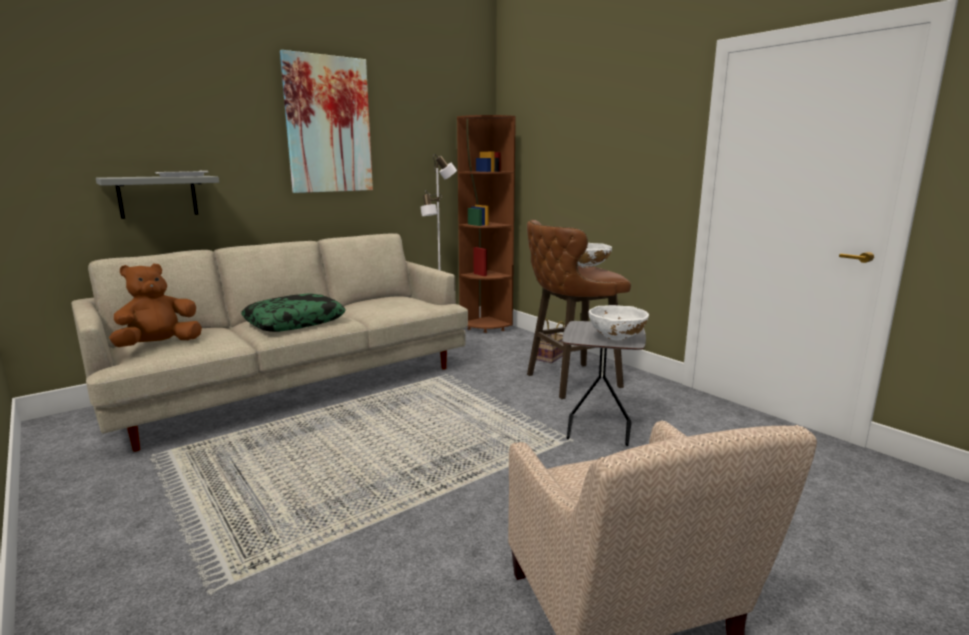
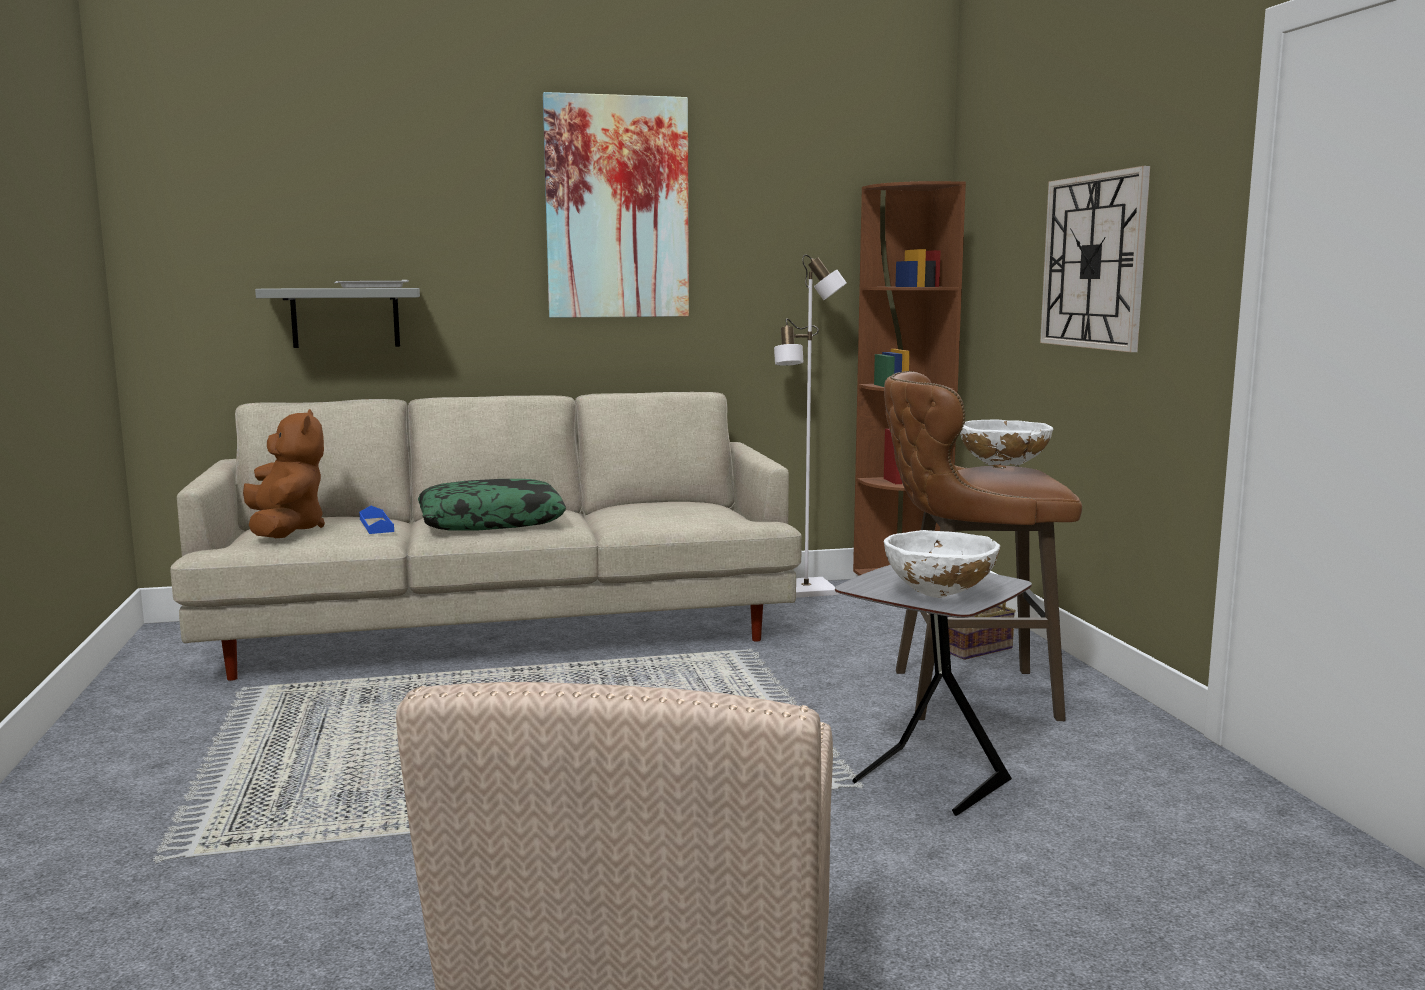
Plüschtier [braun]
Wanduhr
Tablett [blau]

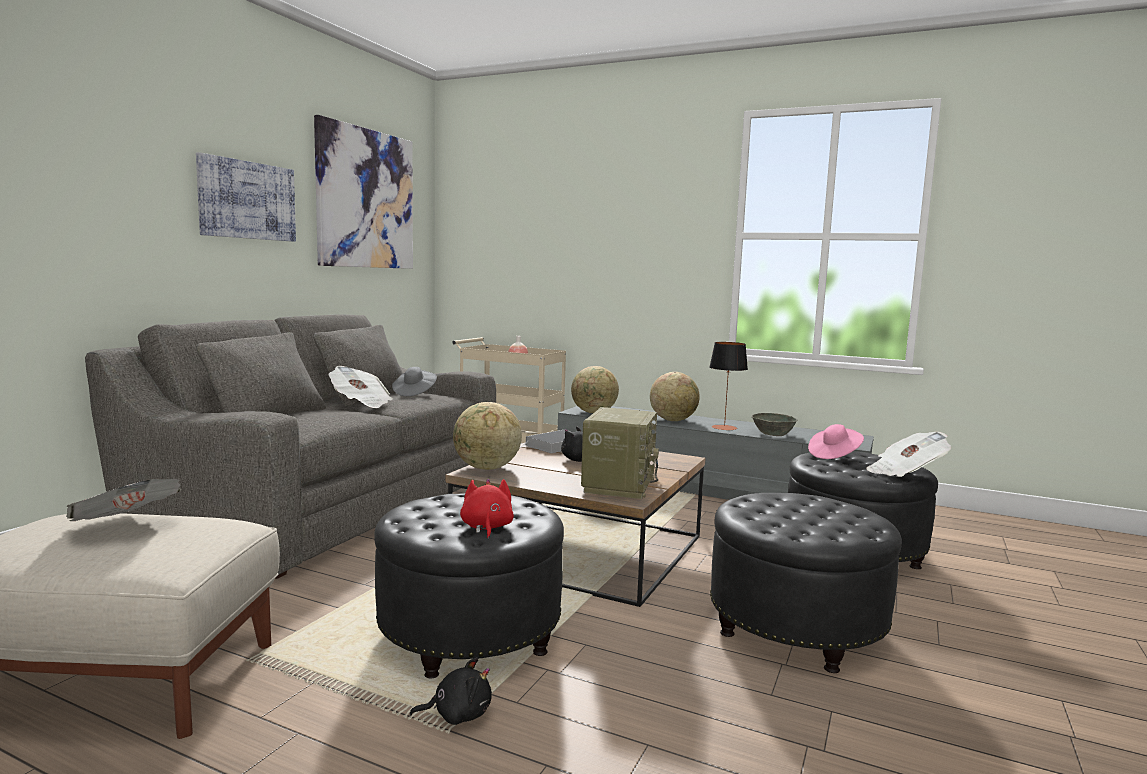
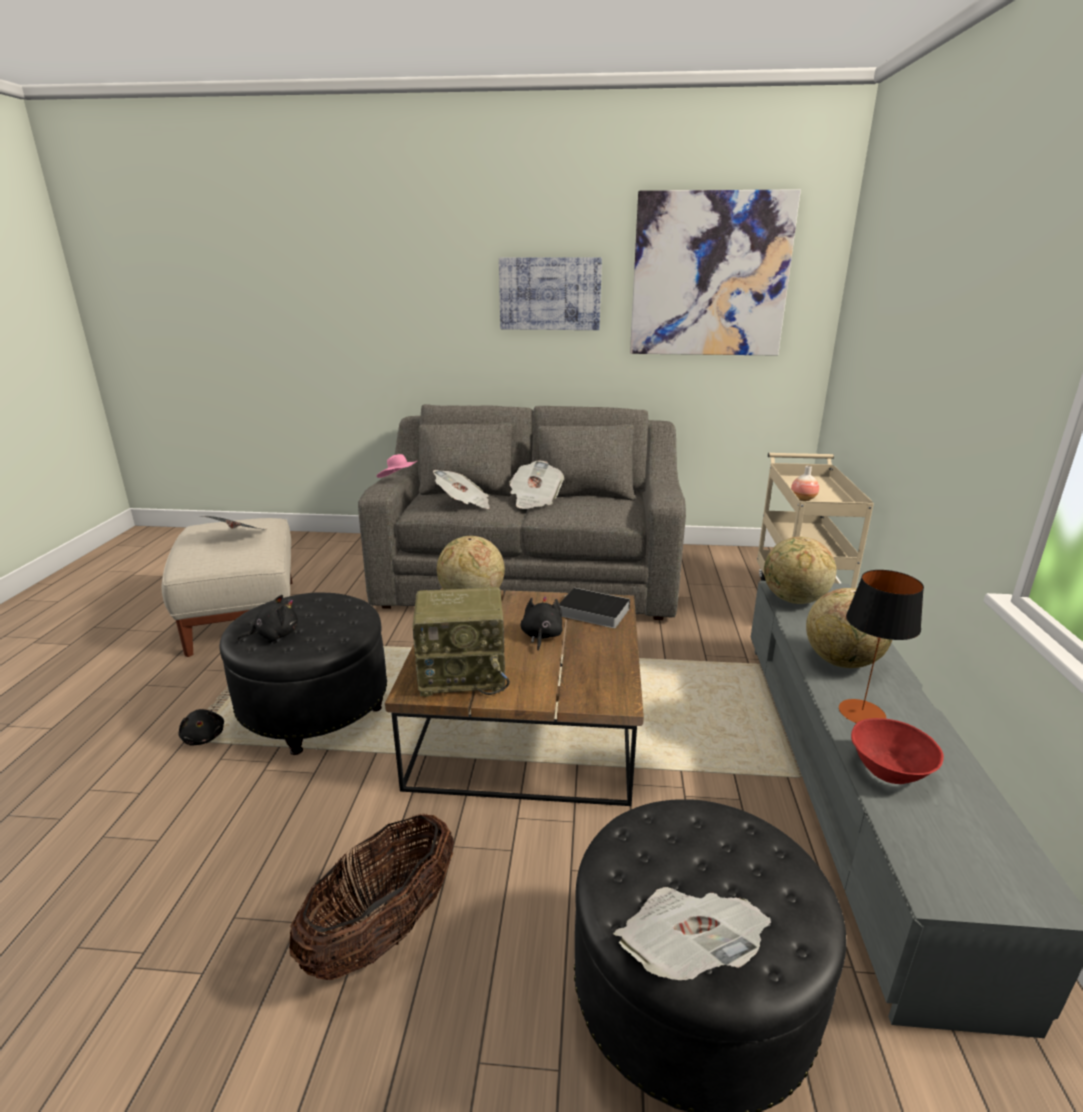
Hut [grau]
Schüssel [rot]
Hut [rosa]
Plüschtier [schwarz] (2nd from left)
Korb
Zeitung (2nd from left)

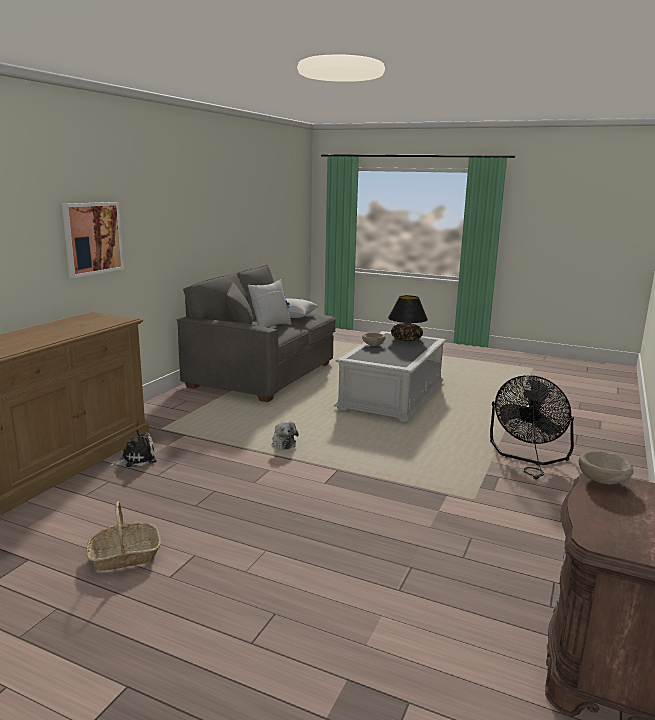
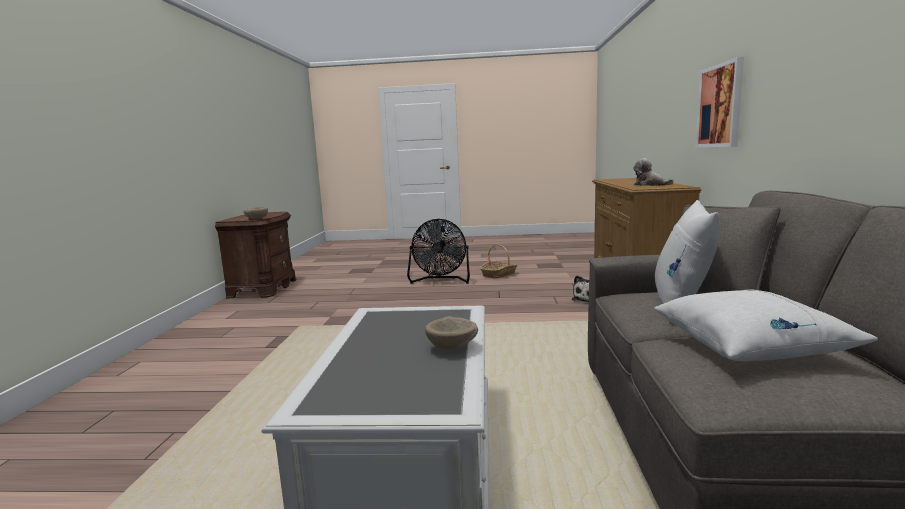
Tischlampe [schwarz]
Ventilator [schwarz]
Plüschtier (2nd from left)

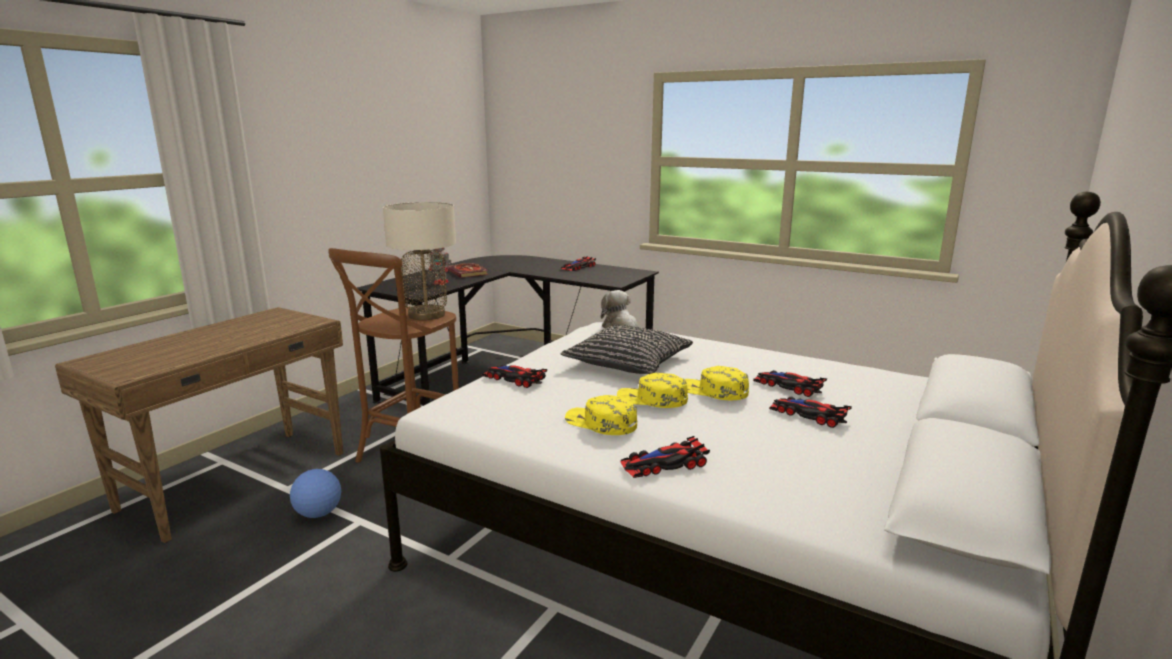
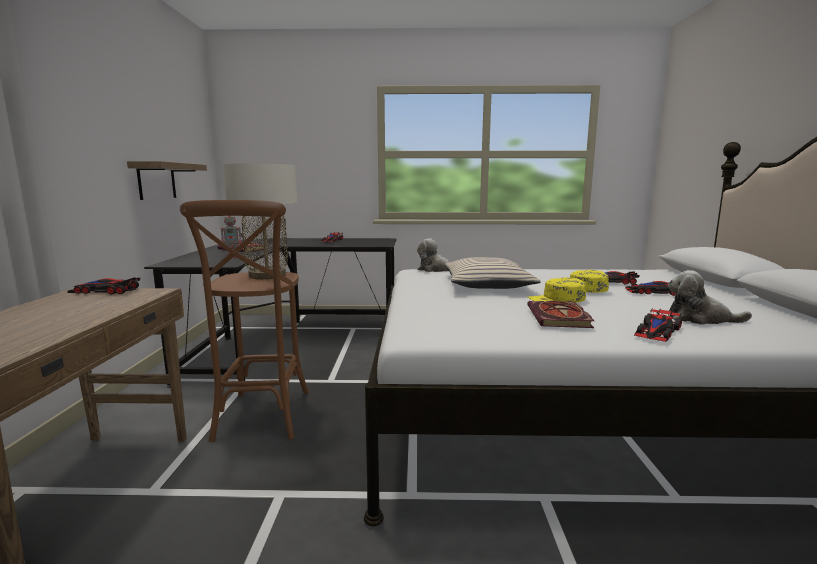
Kissen [beige]
Spielzeugauto (1st from left)
Buch (2nd from left)
Fußball
Wandregal
Plüschtier (2nd from left)

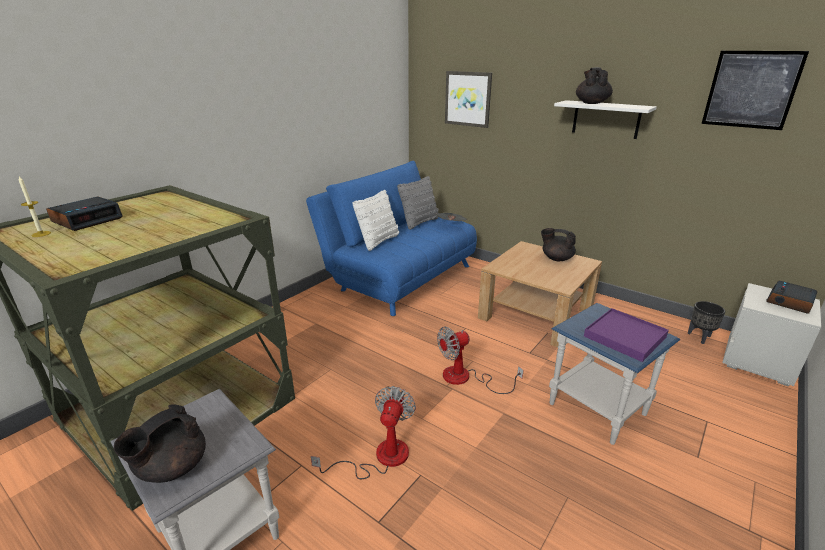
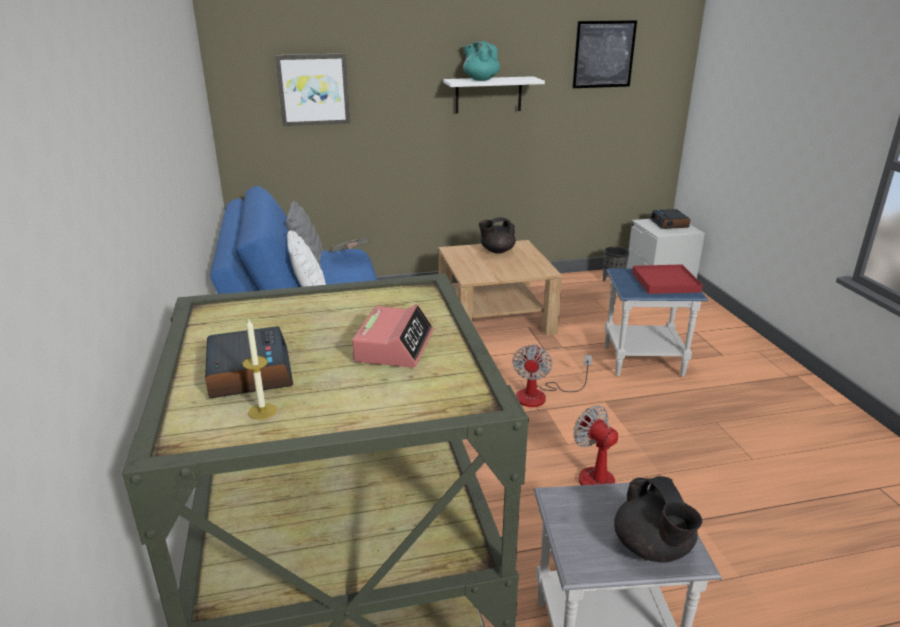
Teekanne [türkis]
Tablett [rot]
Wecker (2nd from left)

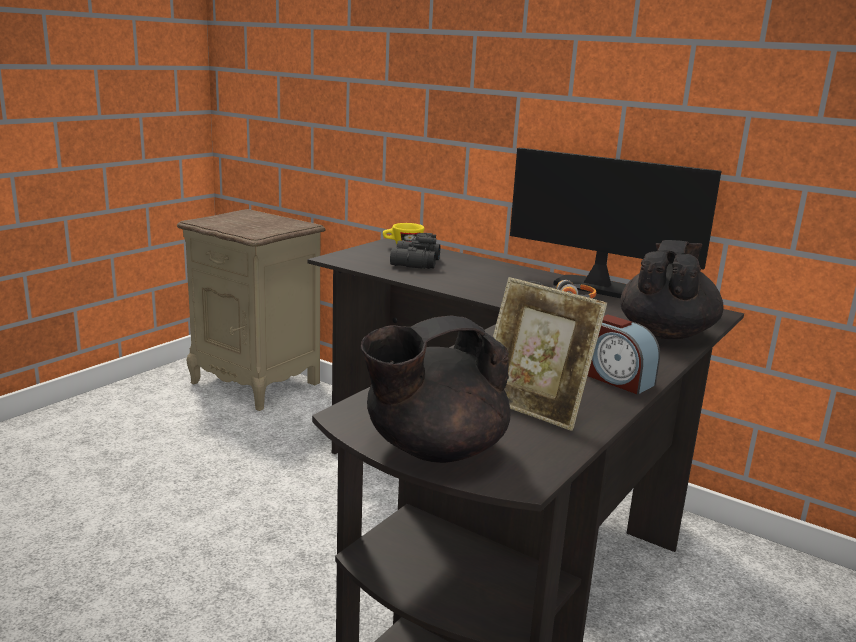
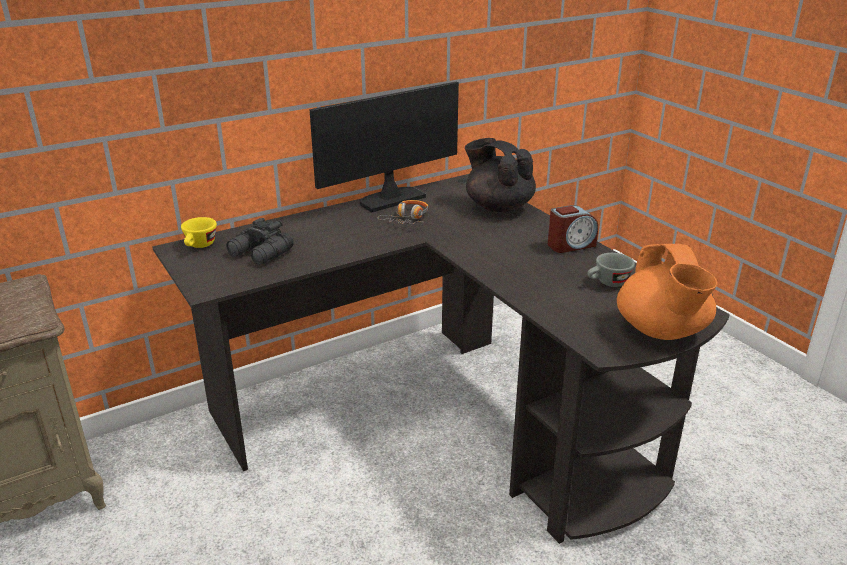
Tasse [grau]
Teekanne [orange]

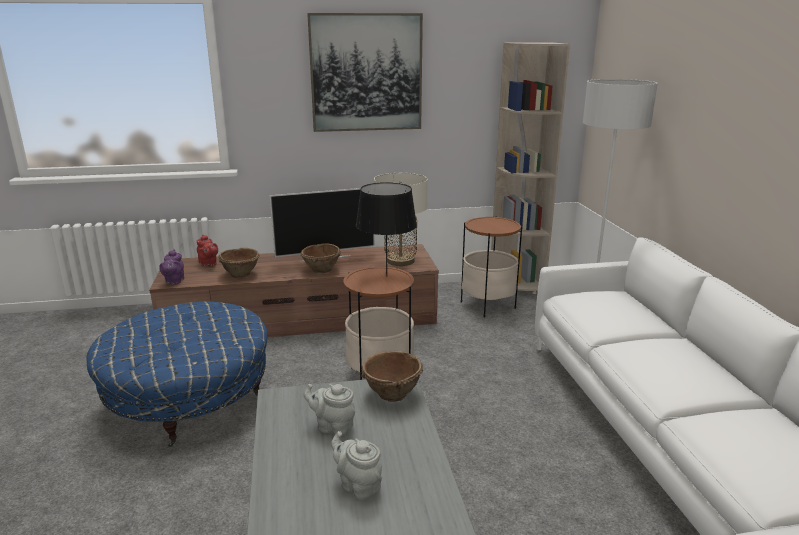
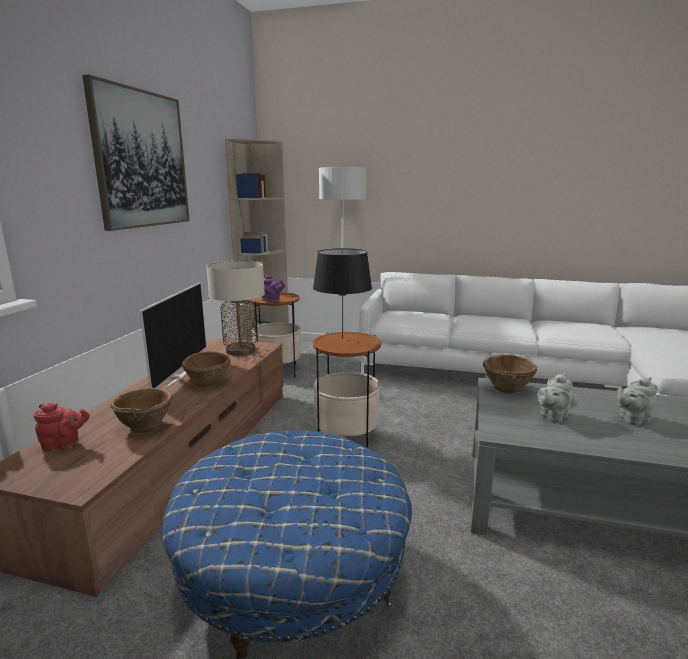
Teekanne [lila]

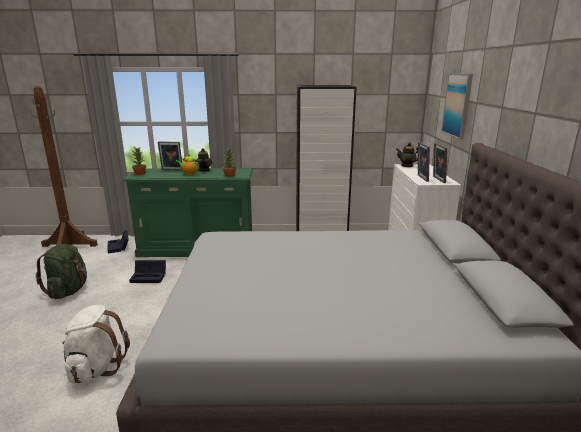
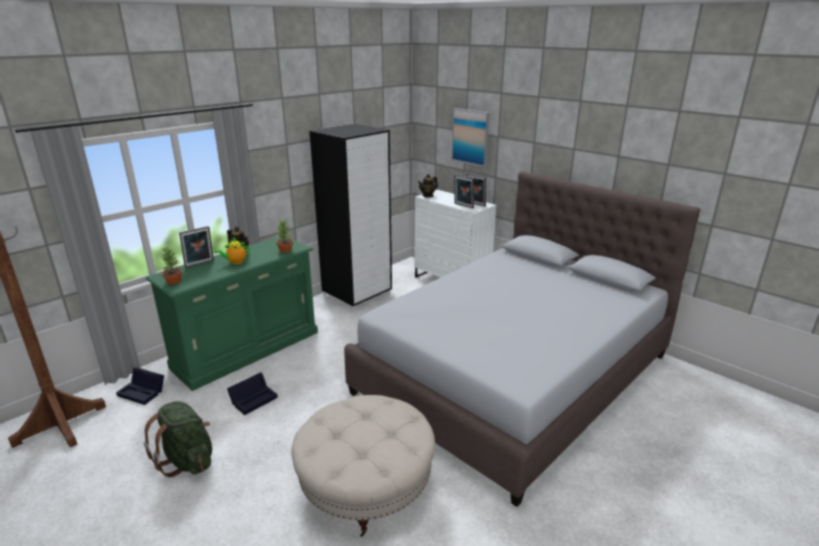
Polsterhocker [beige]

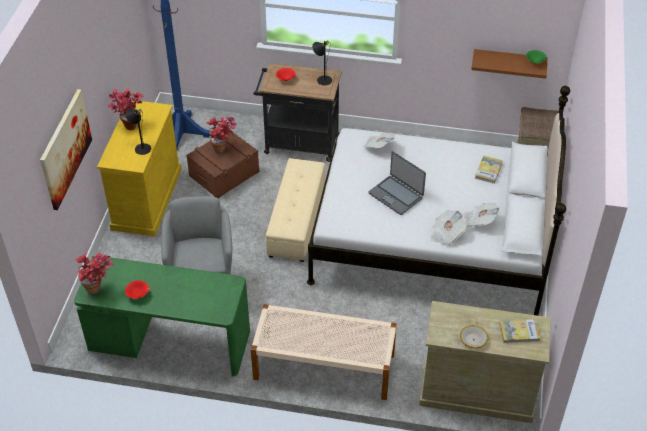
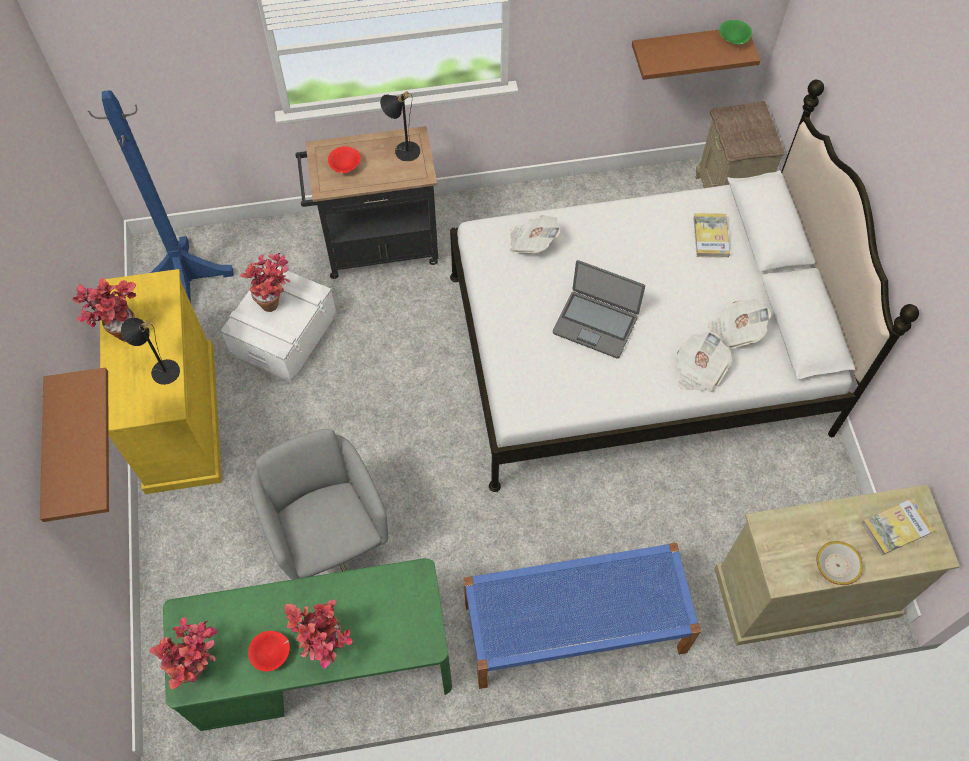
Wandregal [braun] (1st from left)
Aufbewahrungsbox [weiß]
Polsterhocker [beige]
Bank [blau]
Topfpflanze (4th from left)

